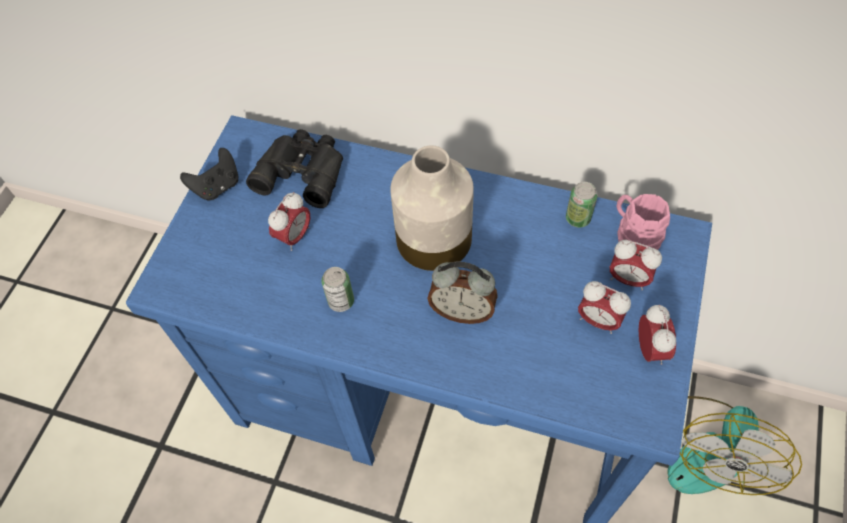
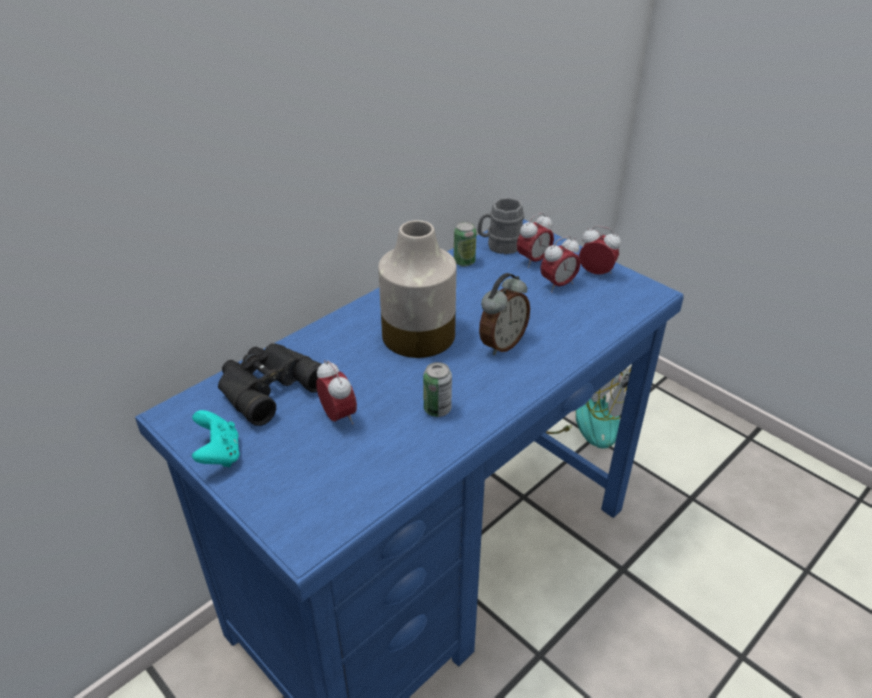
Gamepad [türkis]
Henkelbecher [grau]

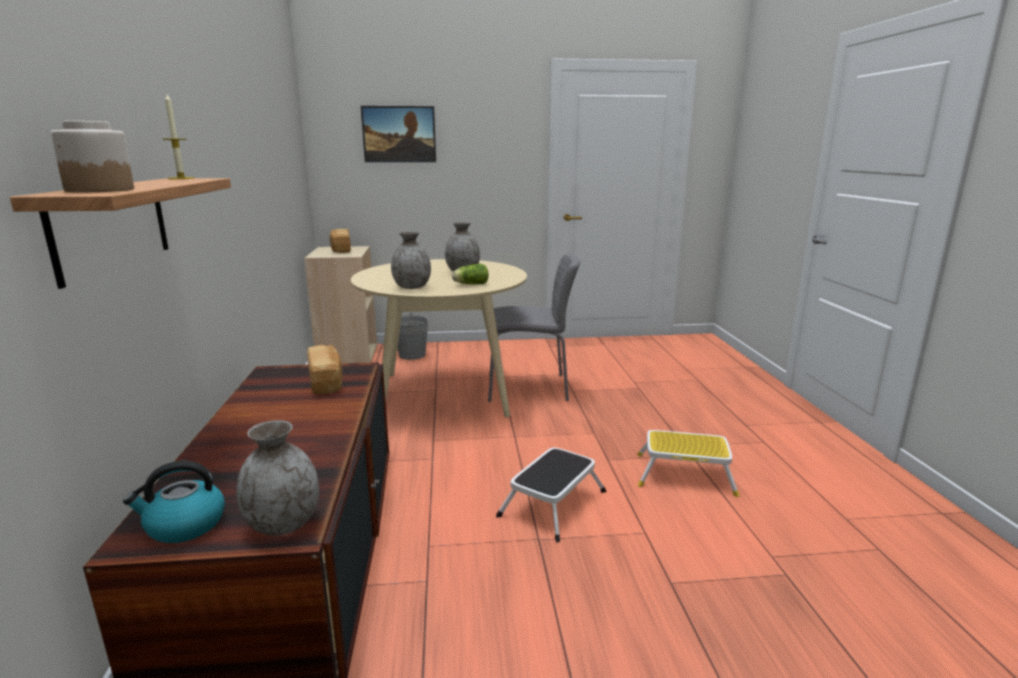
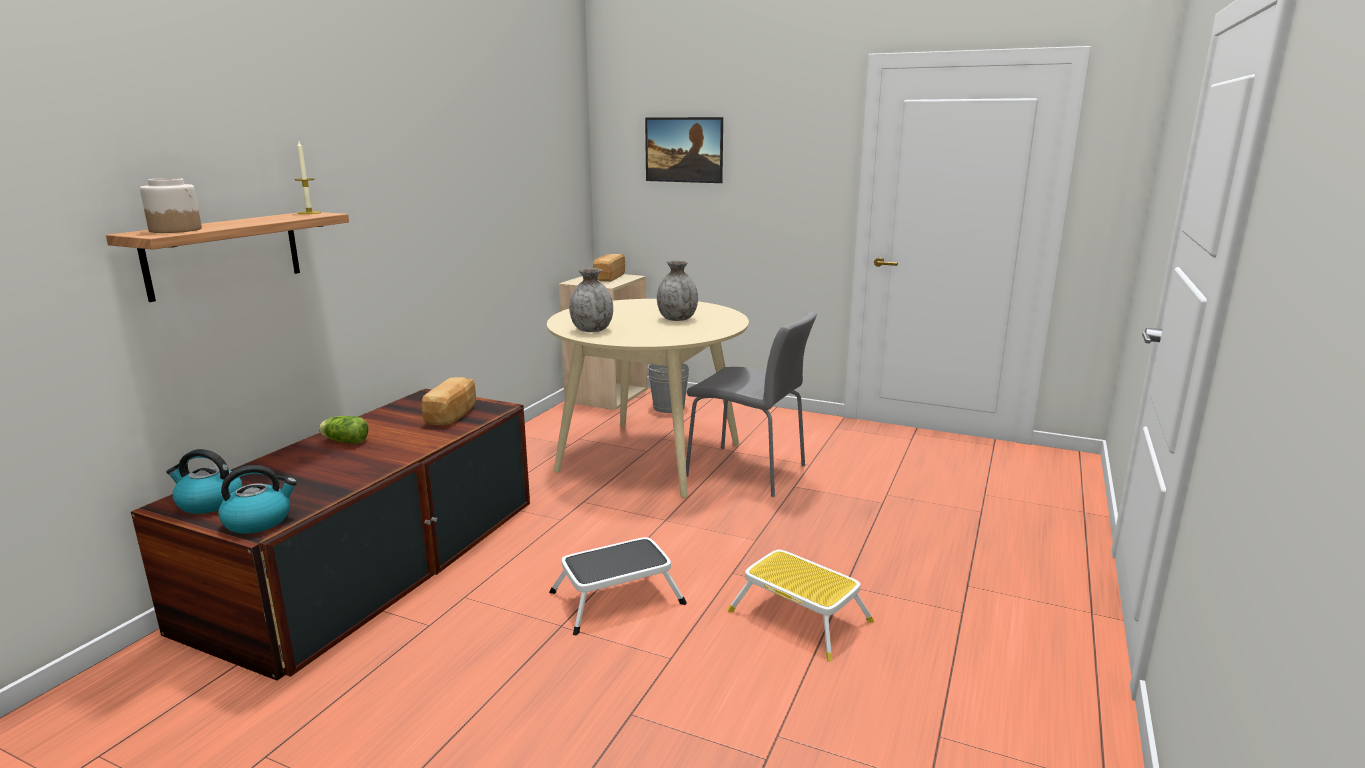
Salatkopf
Wasserkessel (2nd from left)

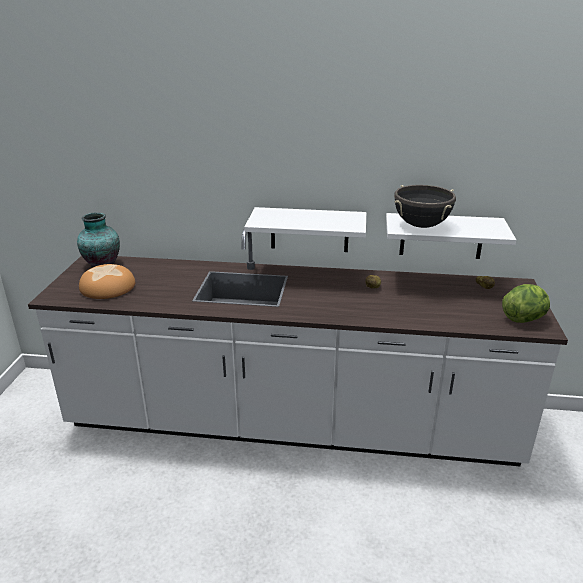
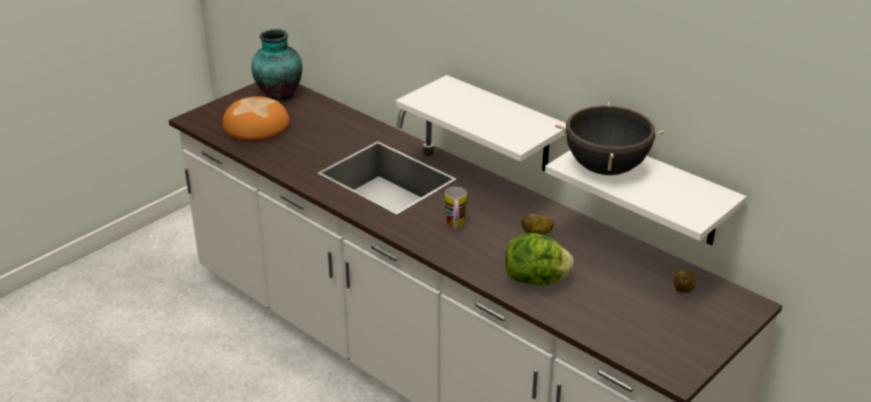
Salatkopf
Henkelbecher

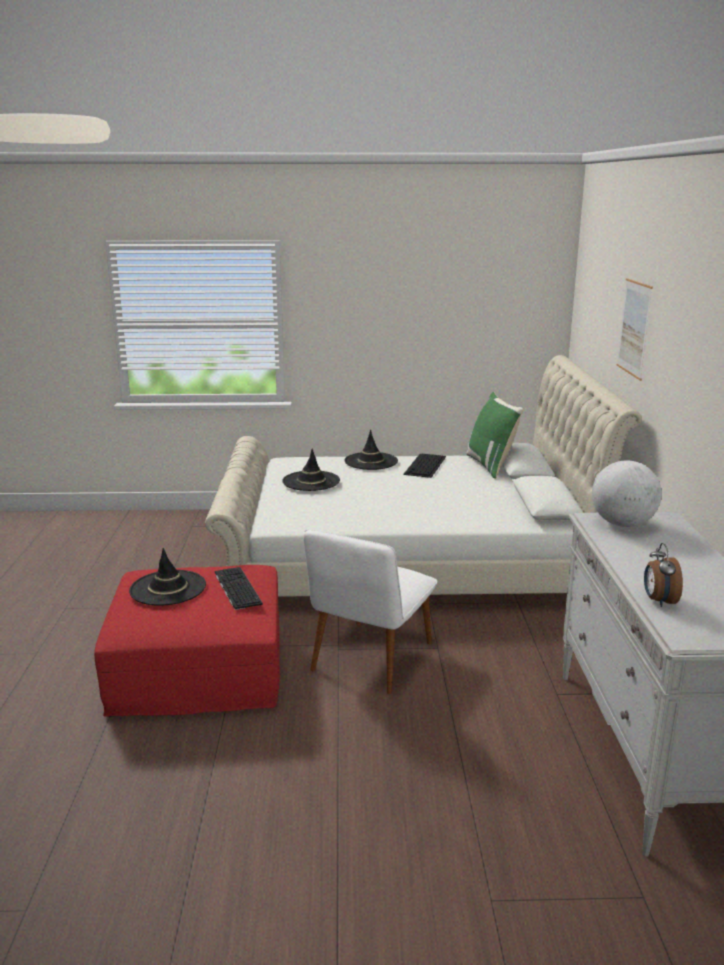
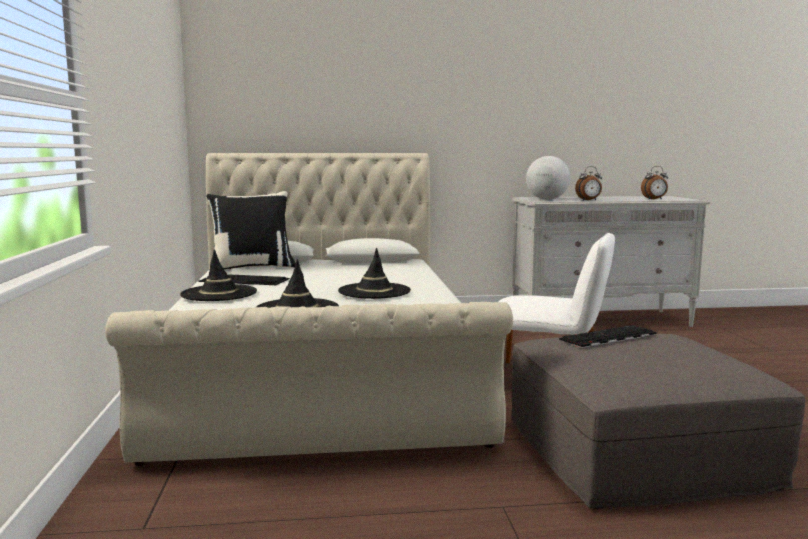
Bild
Kissen [schwarz]
Hut [schwarz] (3rd from left)
Polsterhocker [grau]
Wecker (1st from left)

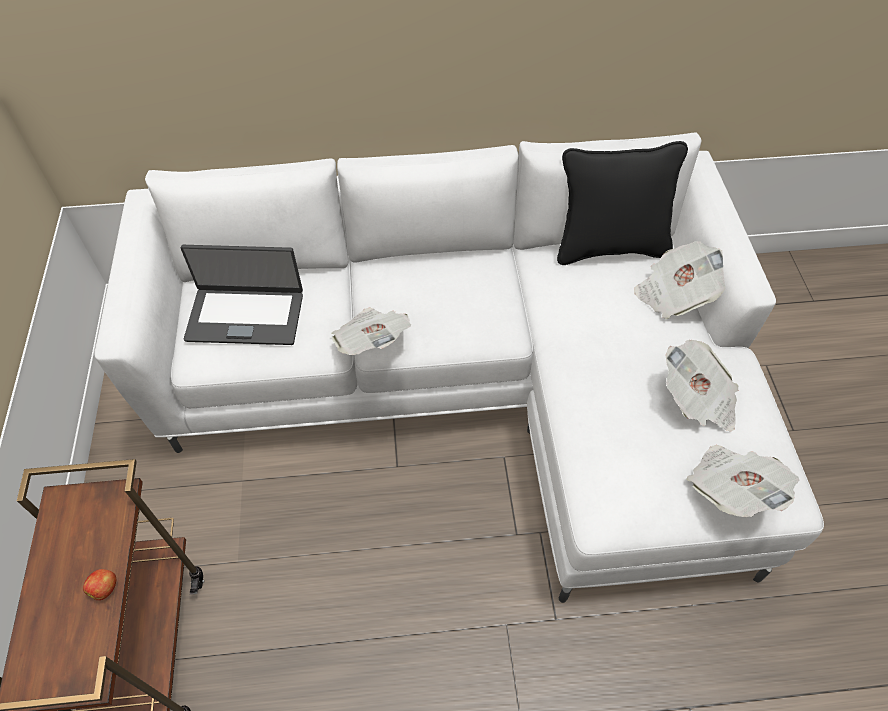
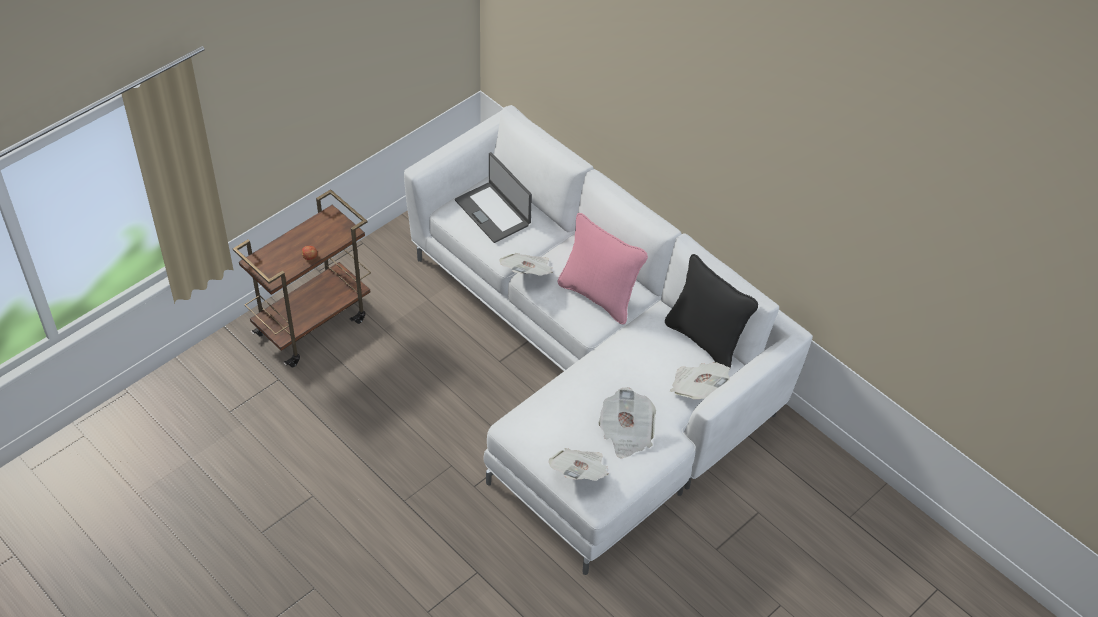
Kissen [rosa]

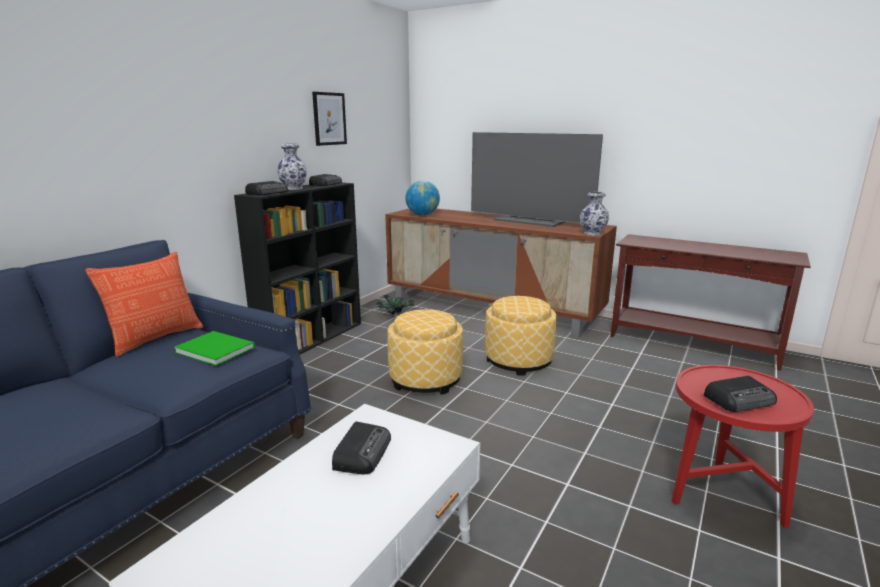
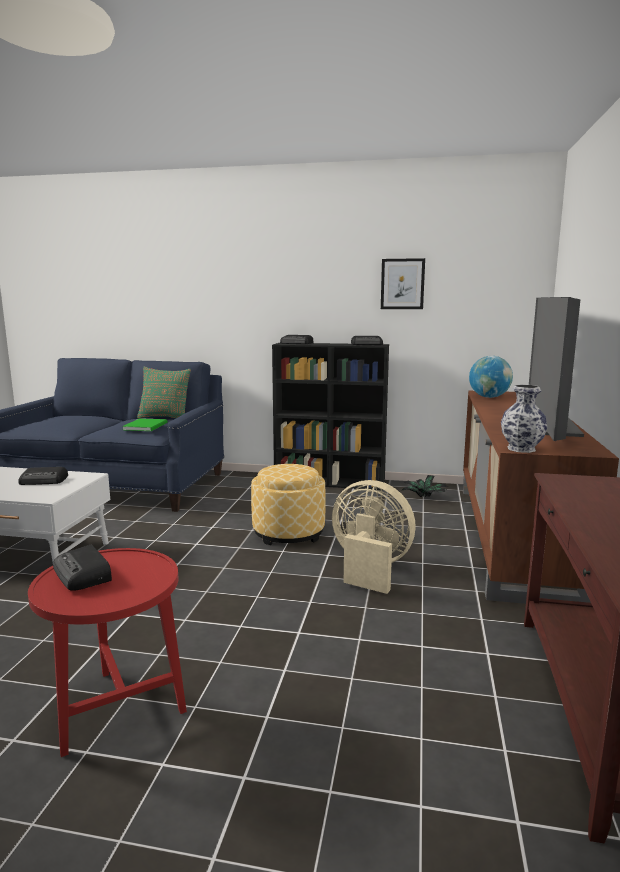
Vase (1st from left in the first image)
Kissen [grün]
Ventilator [beige]

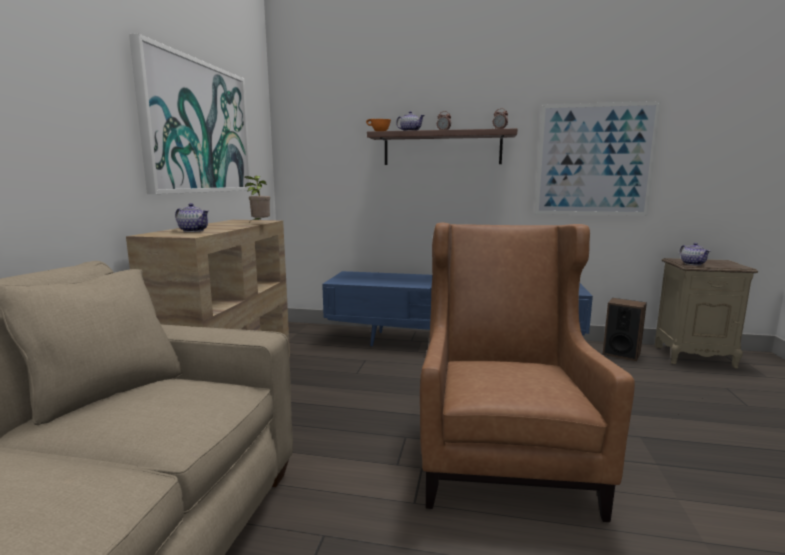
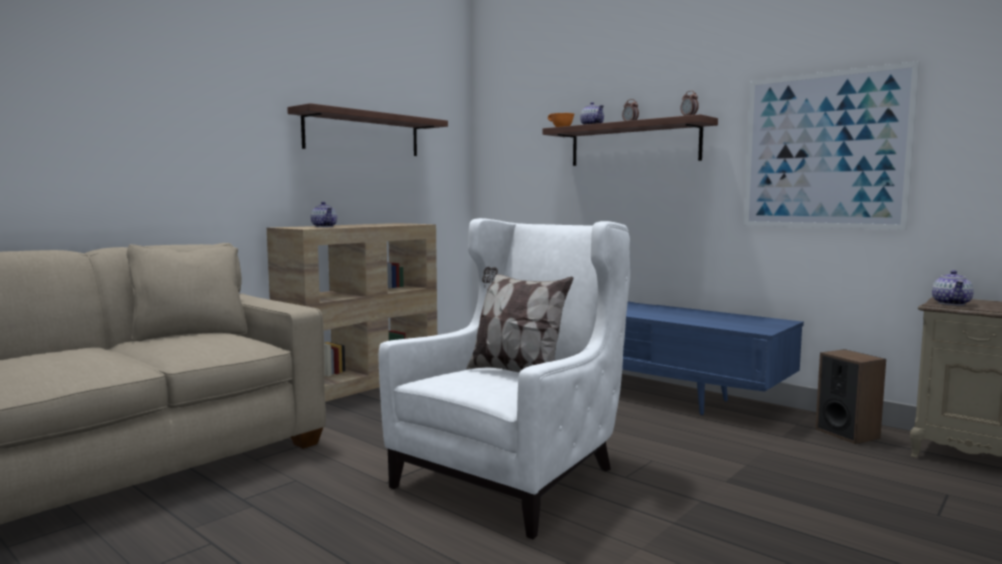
Wandregal (1st from left)
Topfpflanze
Sessel [weiß]
Kissen

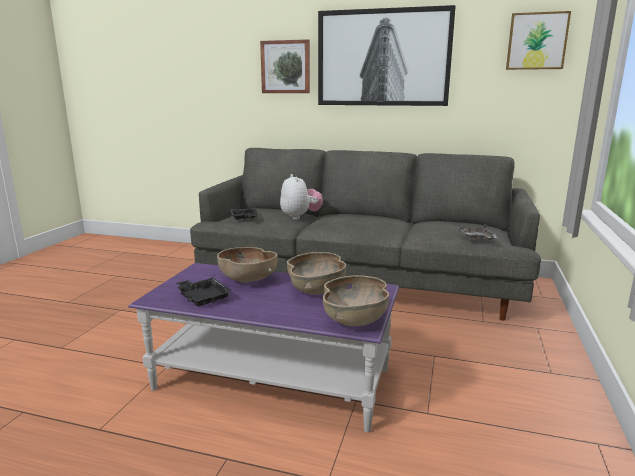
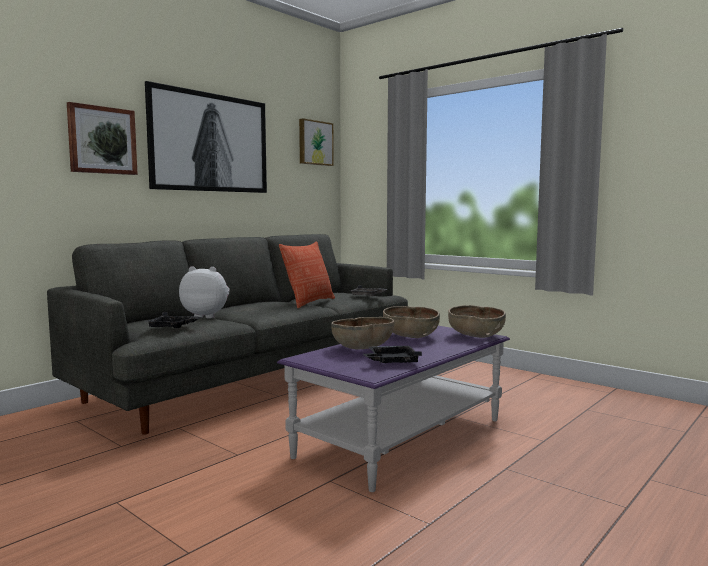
Kissen [orange]

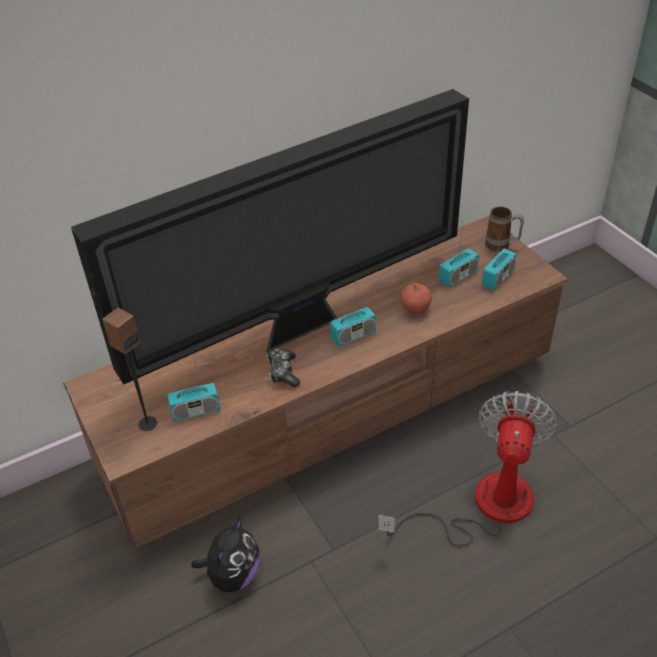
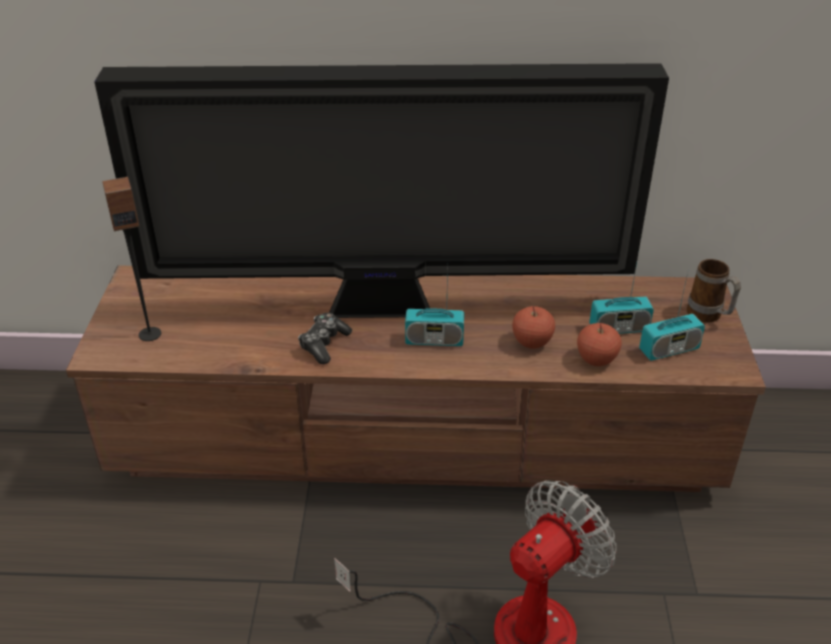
Radio (1st from left in the first image)
Plüschtier
Apfel (2nd from left)

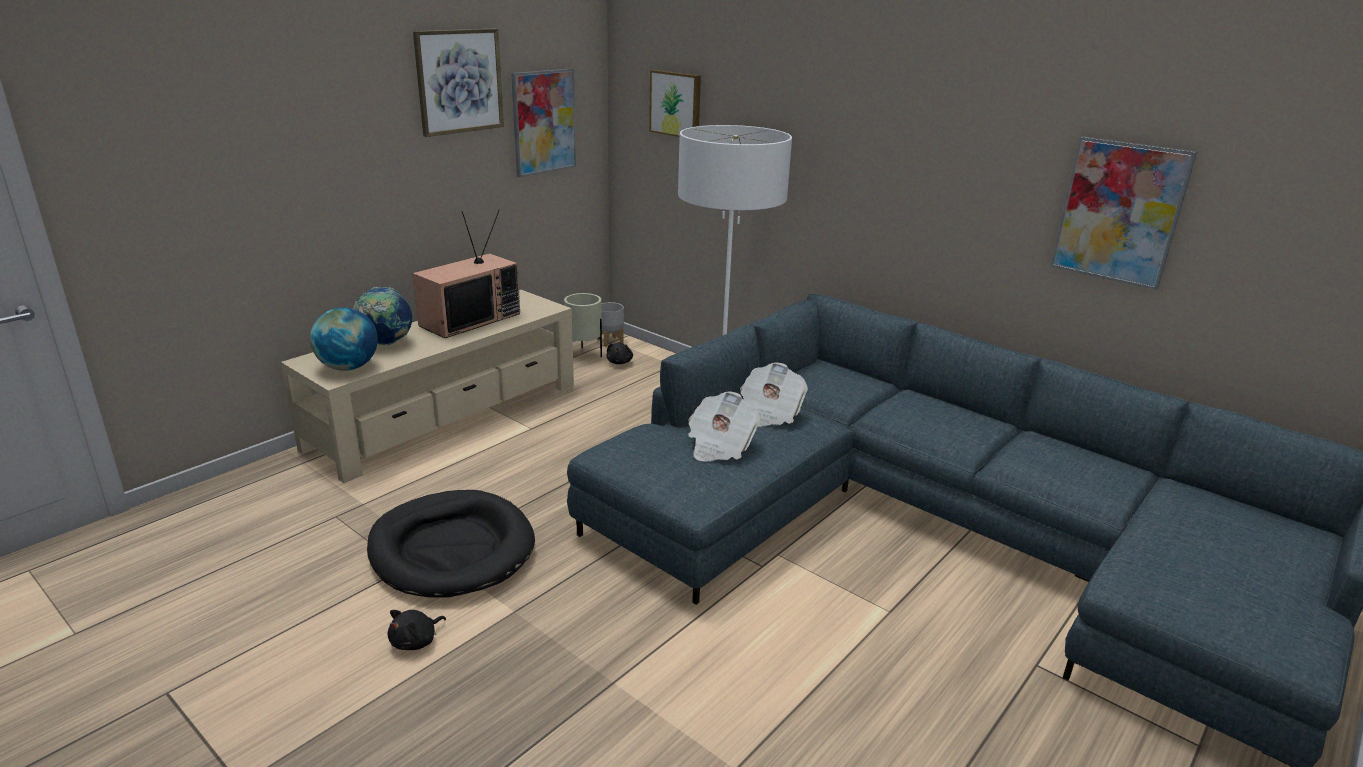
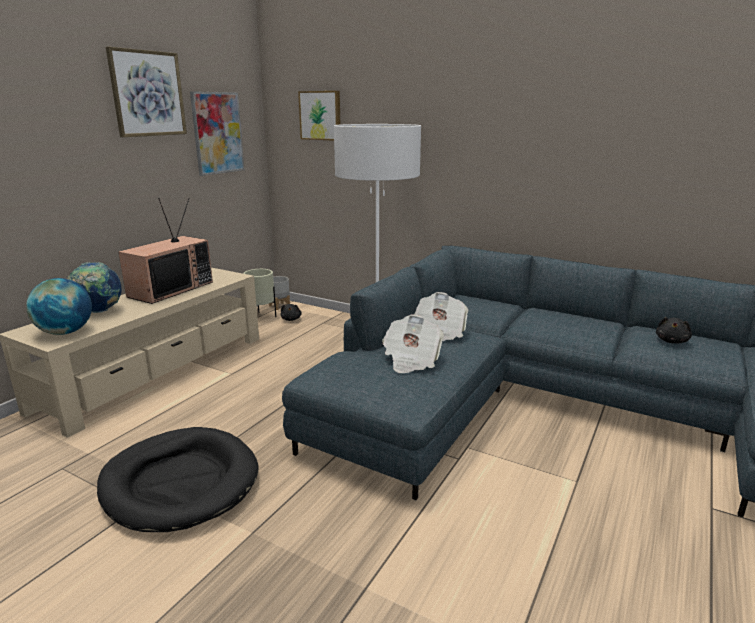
Bild (4th from left in the first image)
Plüschtier [schwarz] (2nd from left)

